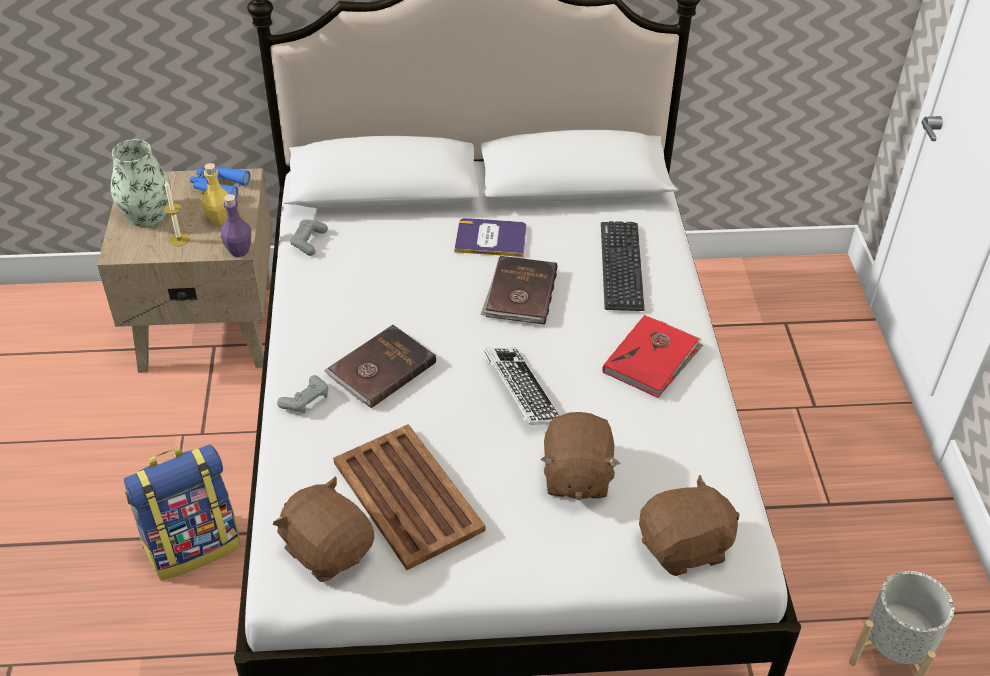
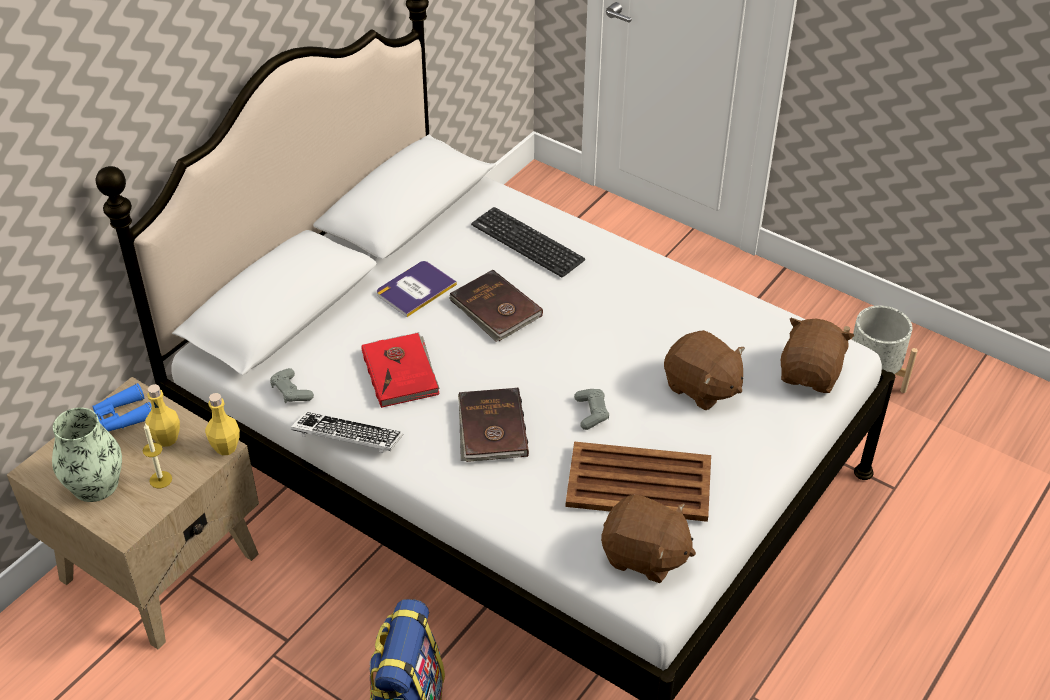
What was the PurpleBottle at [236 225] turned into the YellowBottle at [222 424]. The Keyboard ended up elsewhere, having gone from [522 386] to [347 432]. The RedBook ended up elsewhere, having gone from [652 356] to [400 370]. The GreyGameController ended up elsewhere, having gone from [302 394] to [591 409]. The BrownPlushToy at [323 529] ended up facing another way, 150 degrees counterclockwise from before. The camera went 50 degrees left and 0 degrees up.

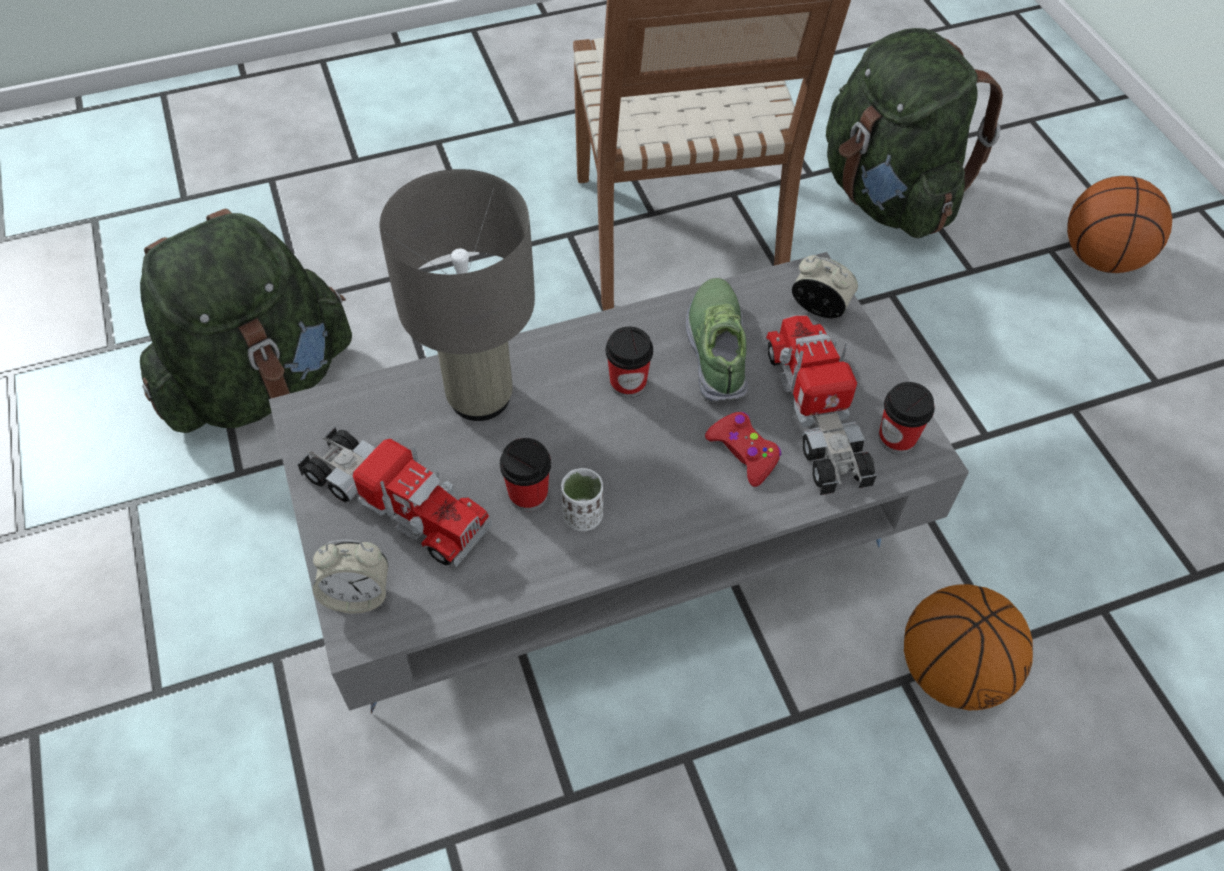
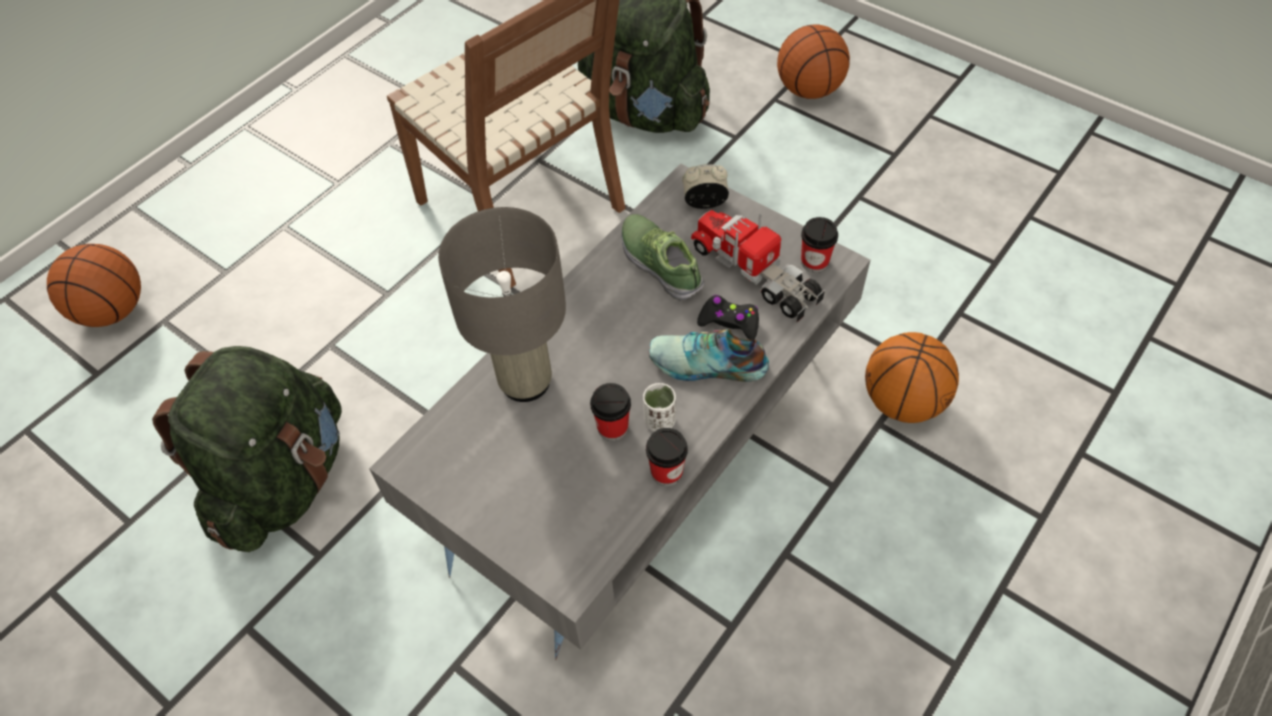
The second view gained the Basketball at [94 285]. The Cup ended up elsewhere, having gone from [629 362] to [667 457]. The second view gained the Shoe at [709 355]. What was the RedGameController at [743 449] turned into the BlackGameController at [728 317]. The second view lost the ToyTruck at [394 496]. The second view lost the AlarmClock at [350 577]. The camera went 30 degrees left and 0 degrees up.

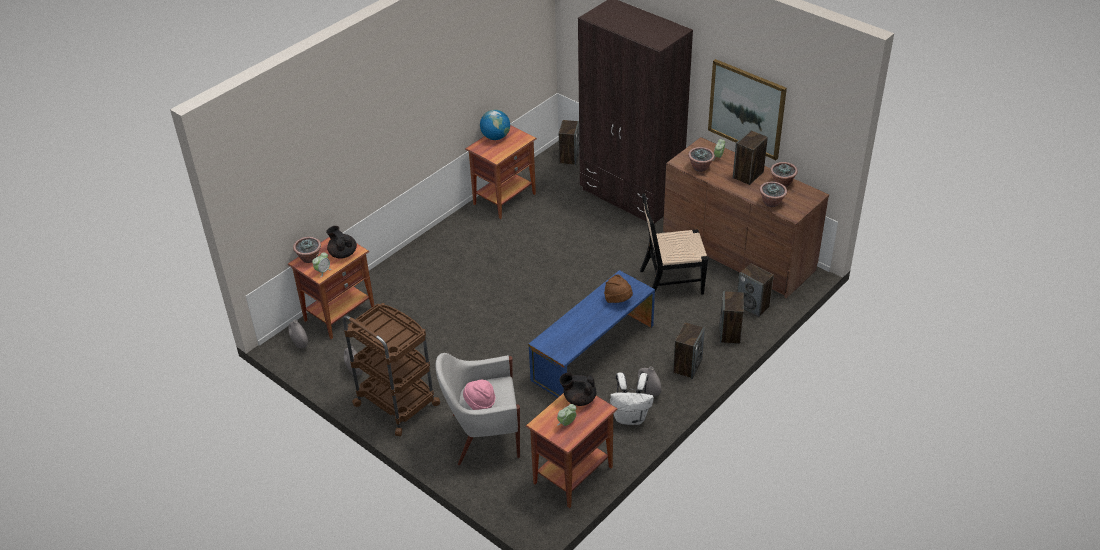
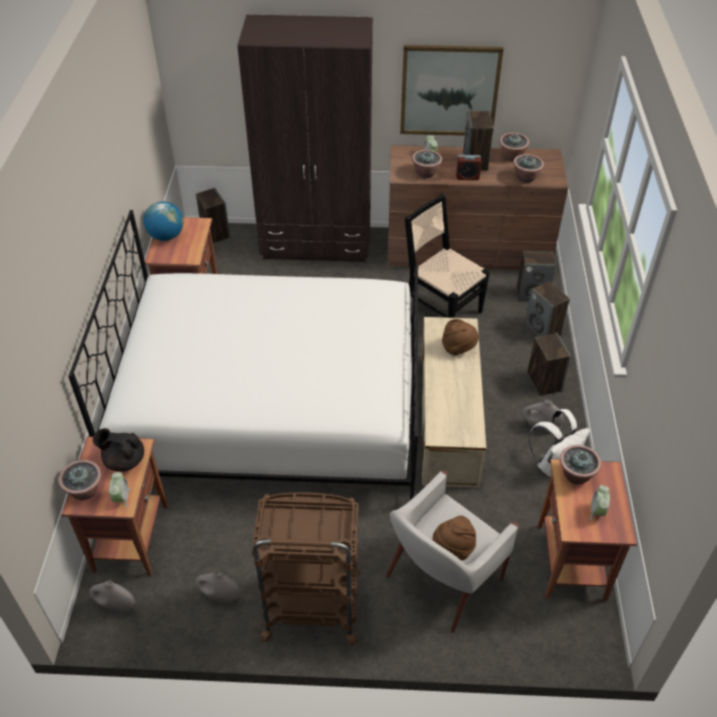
The second view gained the WhiteBed at [243 355]. The Chair at [674 244] ended up facing another way, 90 degrees clockwise from before. What was the BlueBench at [591 334] turned into the BeigeBench at [453 402]. What was the PinkHat at [479 395] turned into the BrownHat at [454 537]. The second view gained the AlarmClock at [469 167]. Where the BlackTeapot stood at [578 389], the PottedPlant came to stand at [581 465]. The camera went 40 degrees left and 5 degrees up.

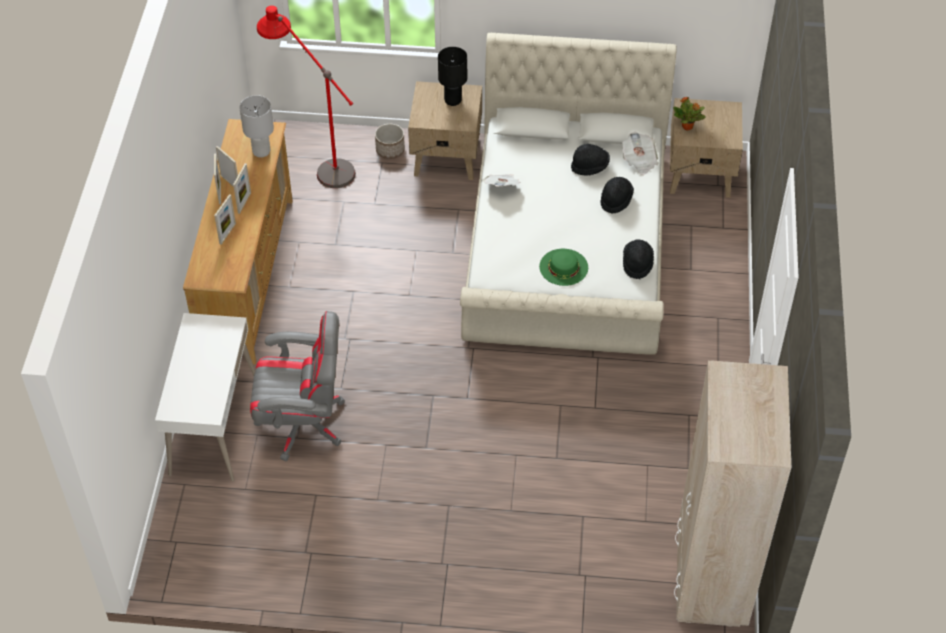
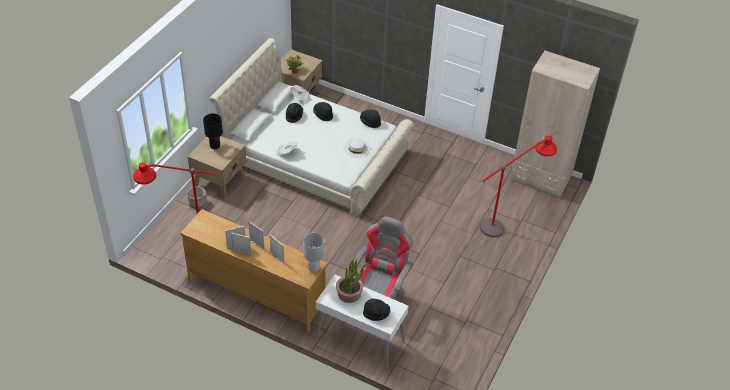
The GreyTableLamp ended up elsewhere, having gone from [256 126] to [313 252]. The second view gained the PottedPlant at [352 279]. What was the GreenHat at [563 267] turned into the WhiteHat at [357 148]. The second view gained the BlackHat at [376 310]. The second view gained the RedFloorLamp at [518 186]. The camera went 70 degrees left and 5 degrees down.

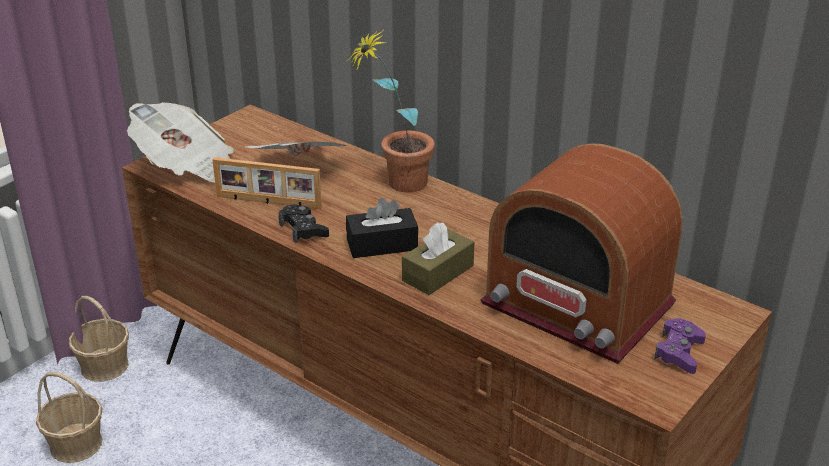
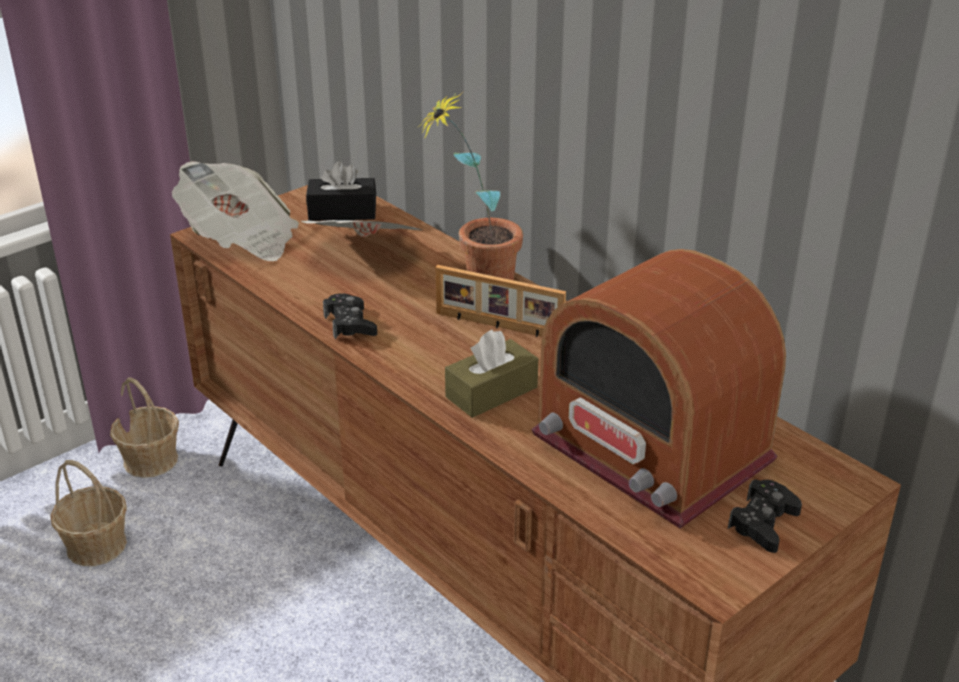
The BlackTissueBox ended up elsewhere, having gone from [382 228] to [341 191]. The PictureFrame ended up elsewhere, having gone from [267 183] to [500 301]. What was the PurpleGameController at [680 346] turned into the BlackGameController at [765 516]. The camera went 10 degrees right and 0 degrees up.

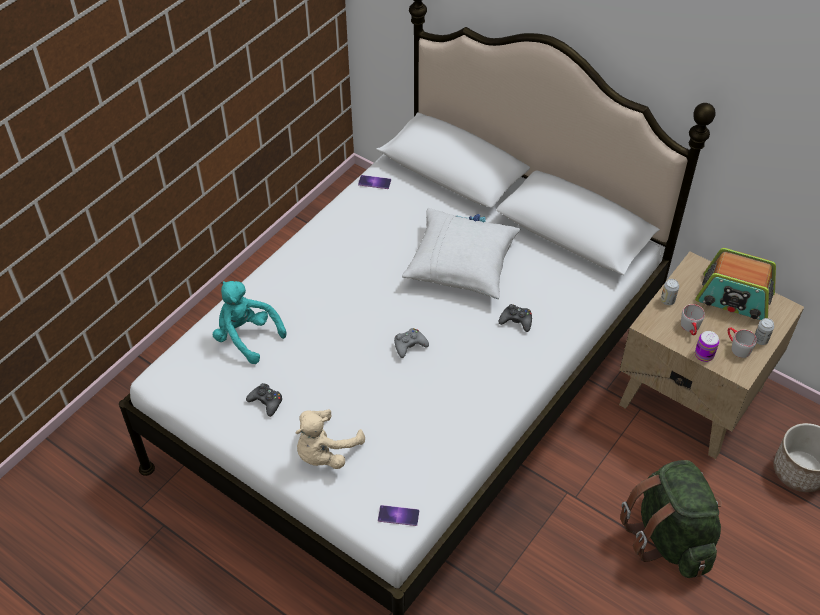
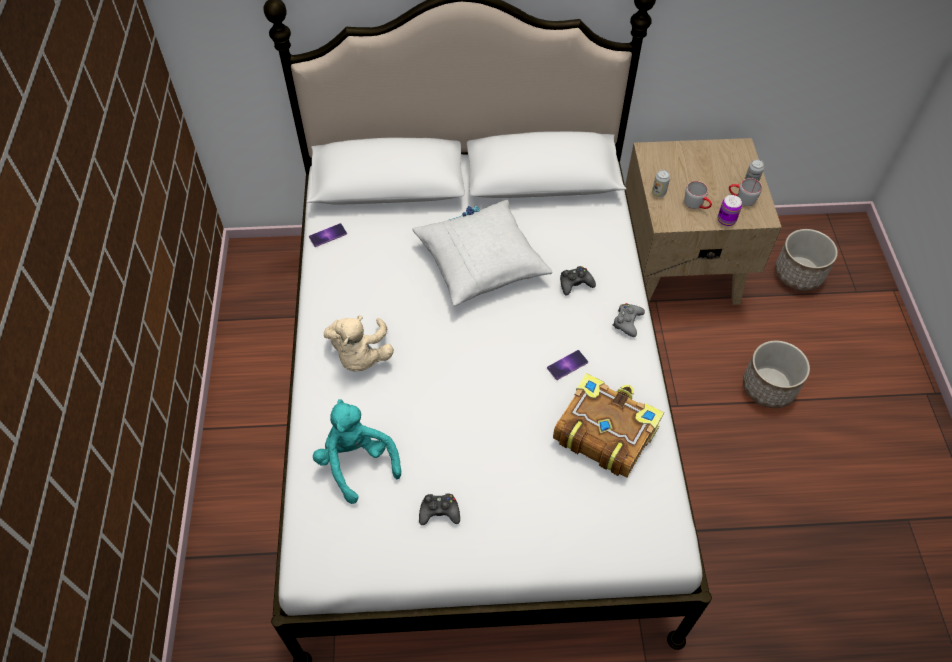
The TurquoisePlushToy at [250 322] ended up facing another way, 60 degrees clockwise from before. The BeigePlushToy ended up elsewhere, having gone from [330 439] to [359 343]. The Phone ended up elsewhere, having gone from [398 515] to [567 365]. The second view gained the Book at [608 425]. The GreyGameController ended up elsewhere, having gone from [411 343] to [628 320]. Where the GreenBackpack stood at [671 519], the Planter came to stand at [776 374]. The second view lost the Radio at [735 284]. The camera went 40 degrees left and 5 degrees up.

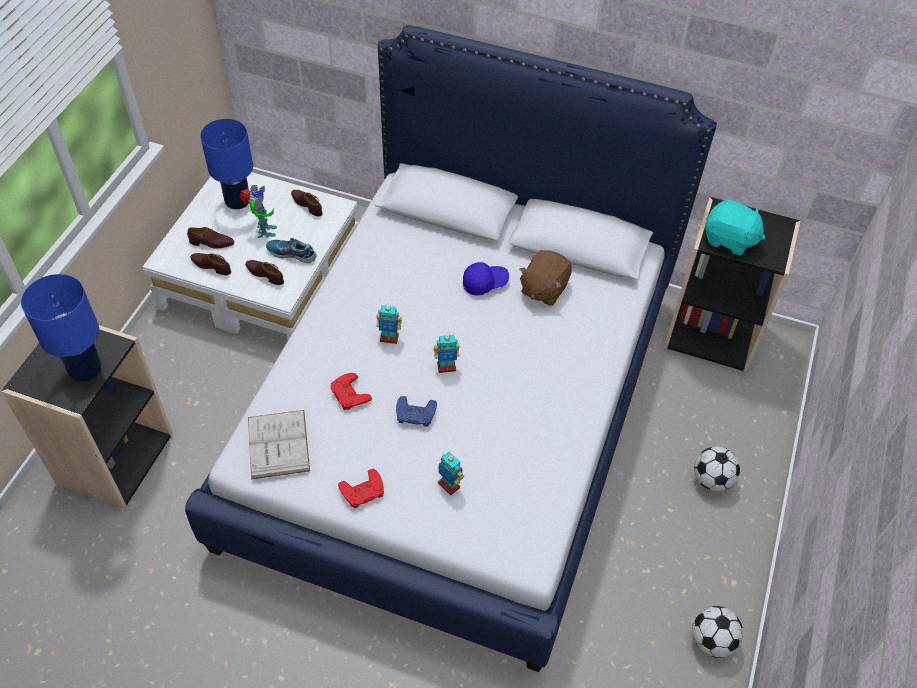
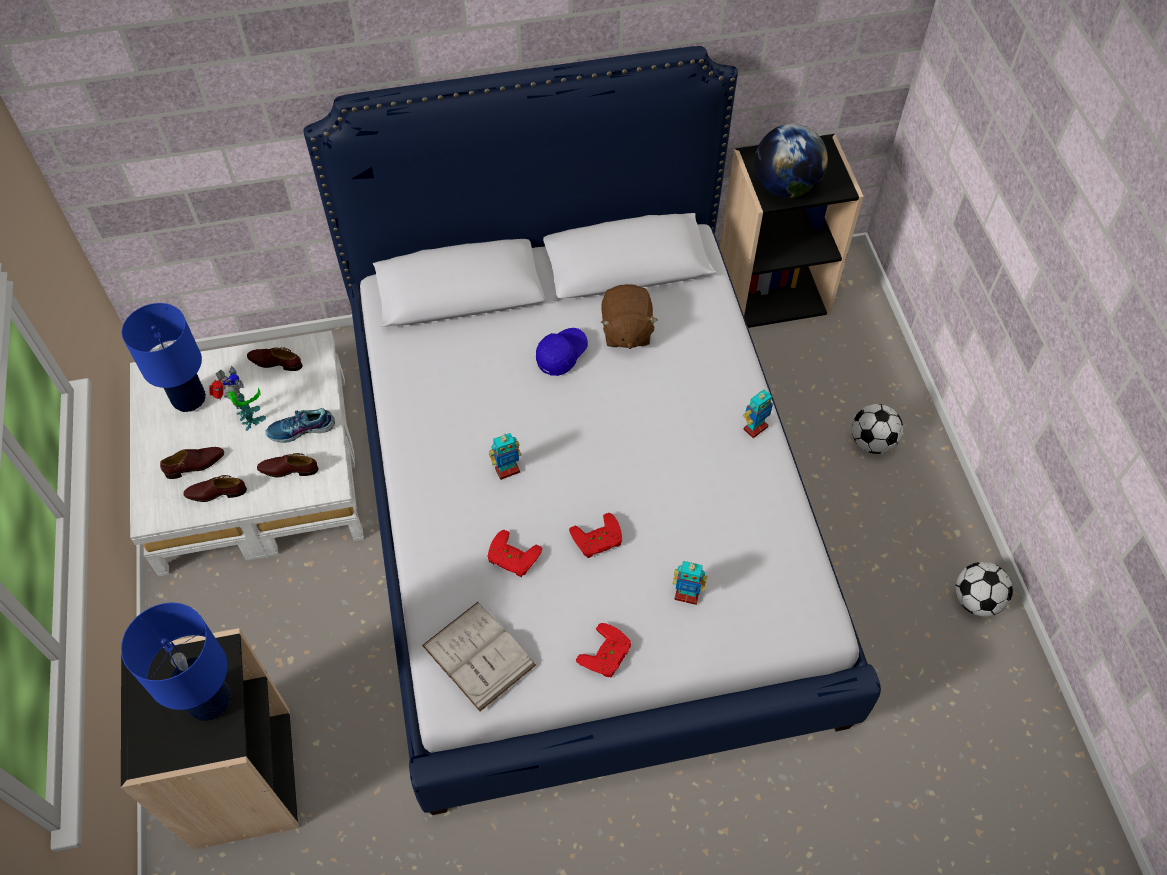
What was the BlueGameController at [416 411] turned into the RedGameController at [595 535]. The ToyRobot ended up elsewhere, having gone from [447 353] to [758 413]. Where the TurquoisePlushToy stood at [735 228], the Globe came to stand at [791 161]. The camera went 30 degrees left and 5 degrees up.

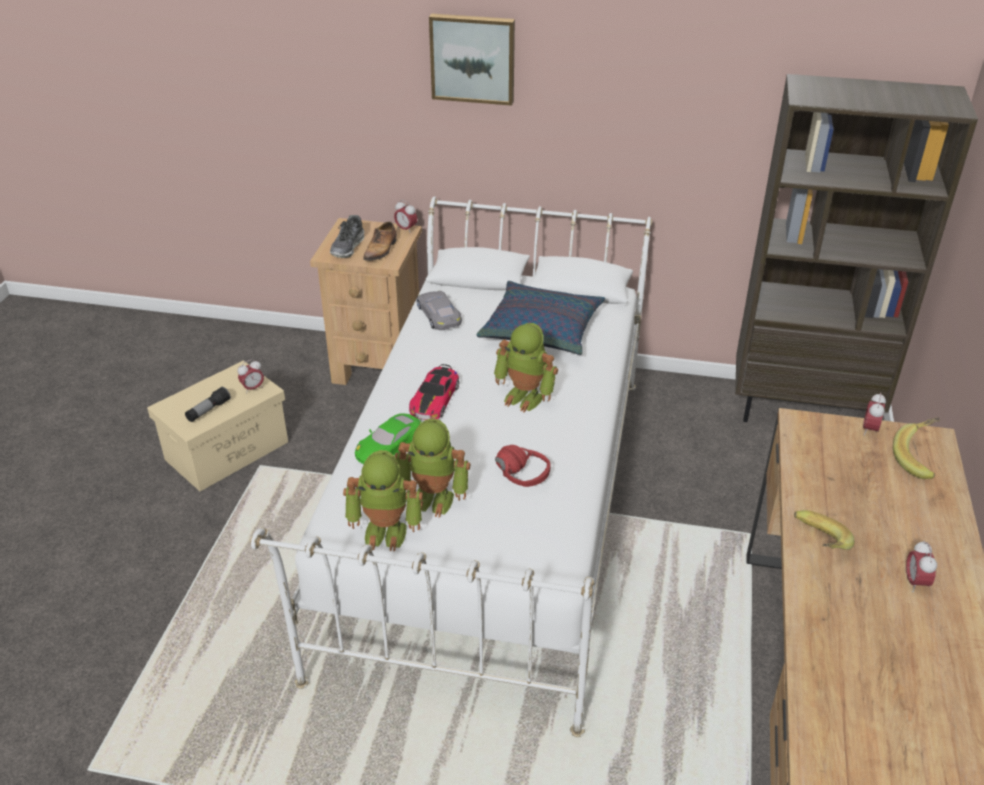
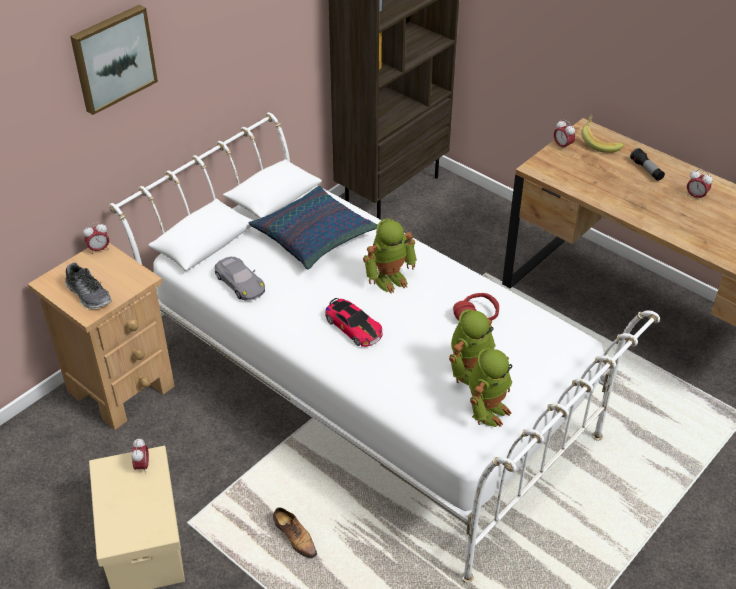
The GreyToyCar at [439 310] ended up facing another way, 135 degrees counterclockwise from before. The Shoe ended up elsewhere, having gone from [380 241] to [295 533]. The Flashlight ended up elsewhere, having gone from [208 404] to [647 164]. The second view lost the GreenToyCar at [388 438]. The second view lost the Banana at [824 530]. The camera went 60 degrees left and 5 degrees up.

